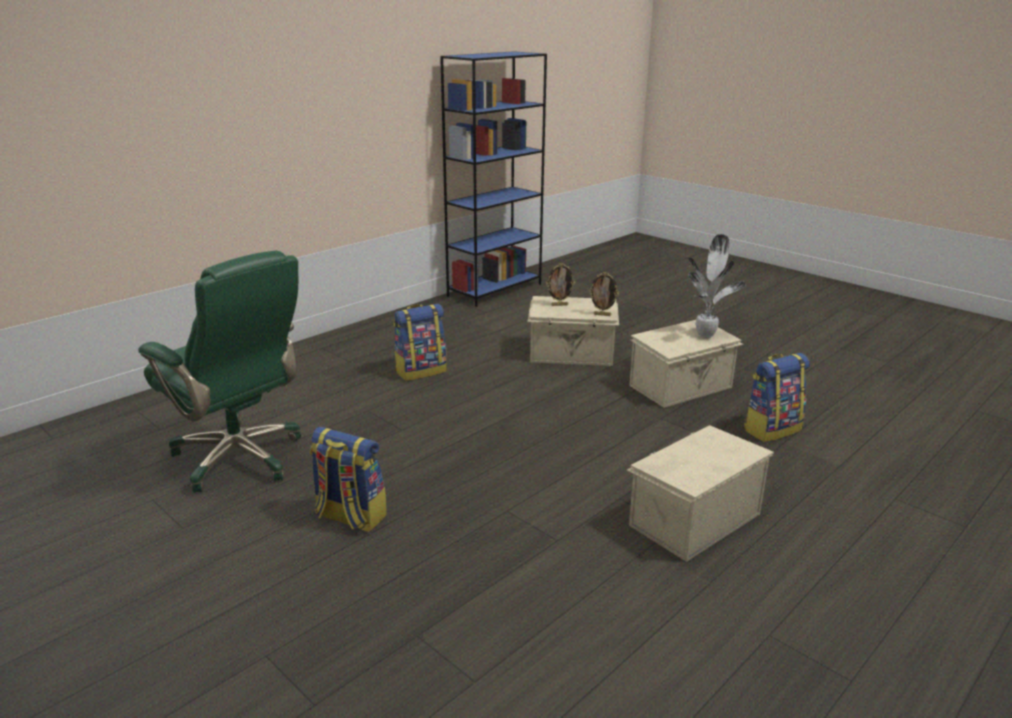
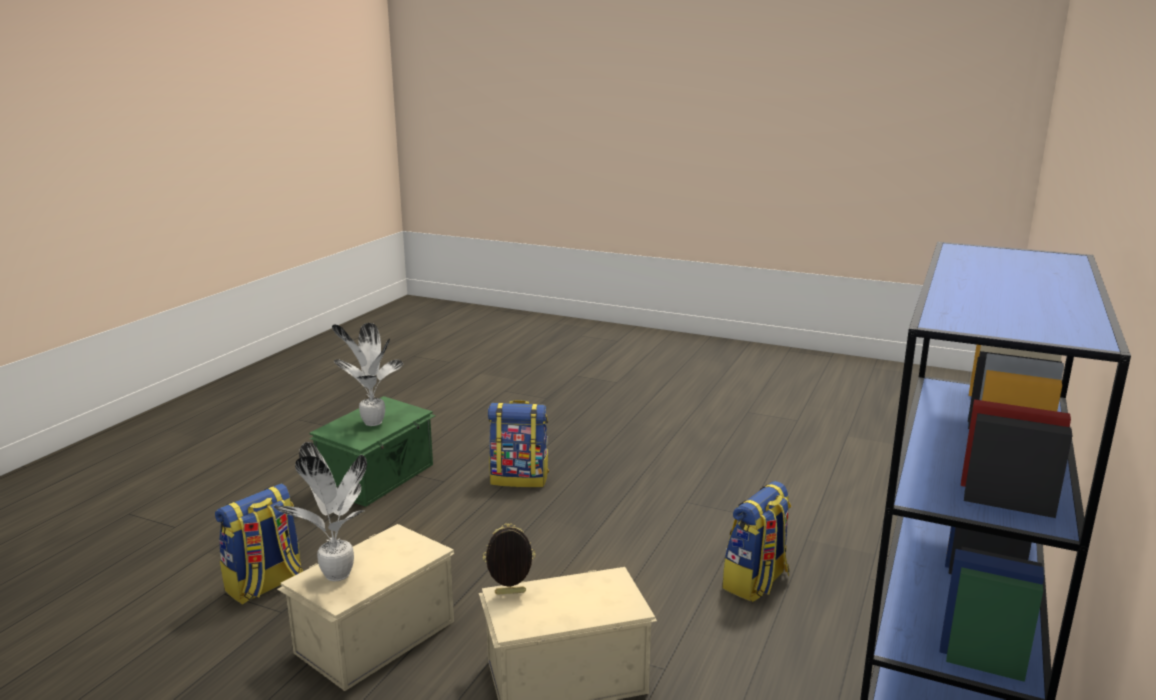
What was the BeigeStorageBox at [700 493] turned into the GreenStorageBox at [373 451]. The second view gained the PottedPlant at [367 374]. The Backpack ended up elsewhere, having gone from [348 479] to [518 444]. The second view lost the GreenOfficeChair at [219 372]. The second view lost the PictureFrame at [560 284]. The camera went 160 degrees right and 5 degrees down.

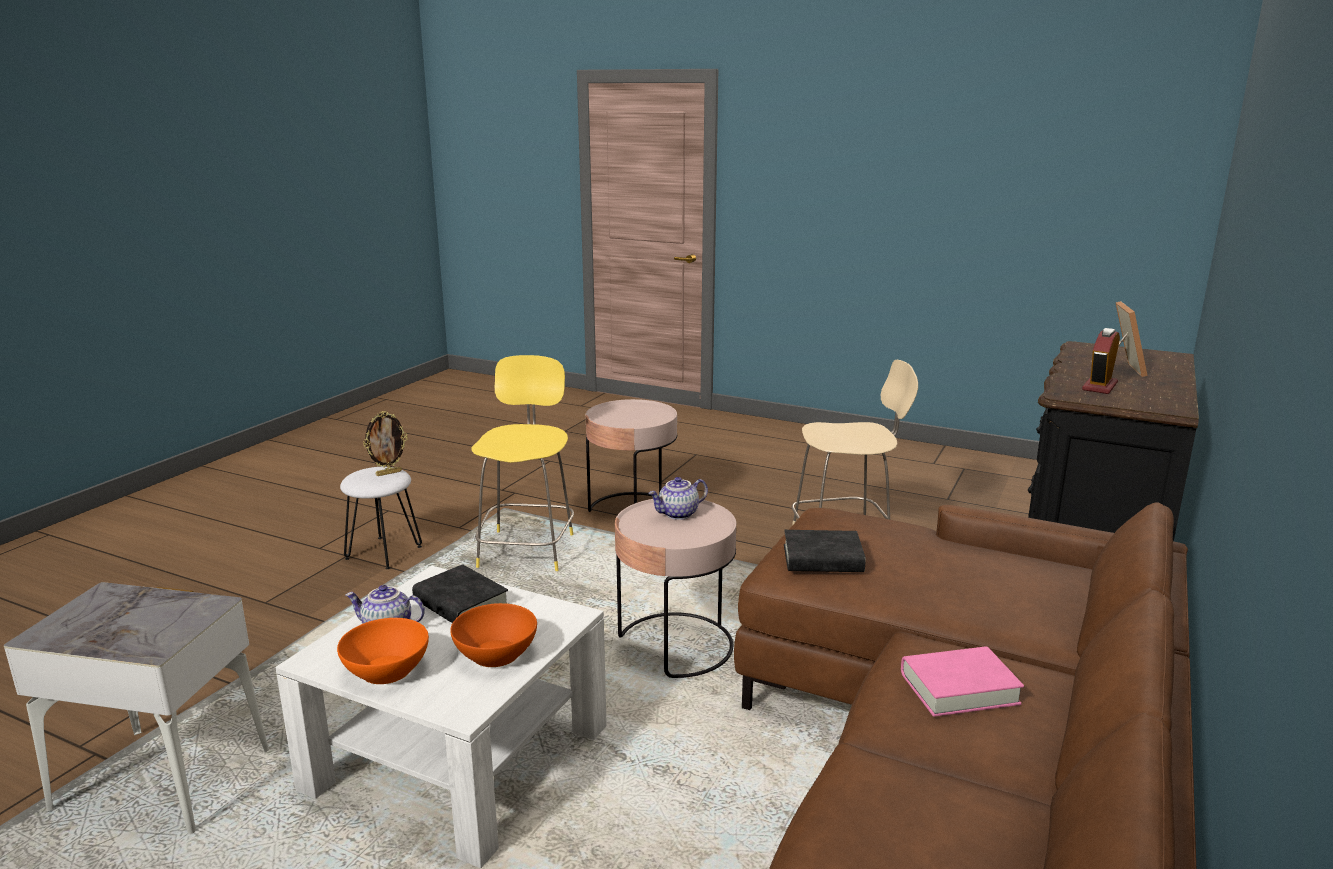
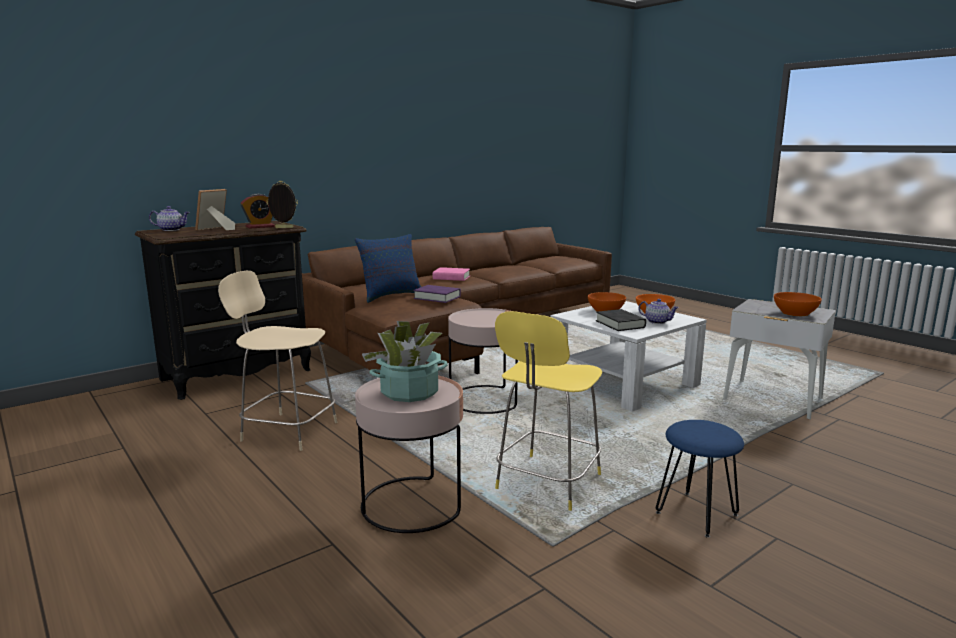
The Teapot ended up elsewhere, having gone from [678 498] to [169 218]. The PictureFrame ended up elsewhere, having gone from [385 443] to [282 204]. The second view gained the BluePillow at [388 268]. The second view gained the PottedPlant at [404 361]. What was the BlackBook at [825 551] turned into the PurpleBook at [437 294]. What was the WhiteStool at [381 518] turned into the BlueStool at [700 479]. The second view gained the OrangeBowl at [798 304]. The camera went 155 degrees left and 5 degrees down.

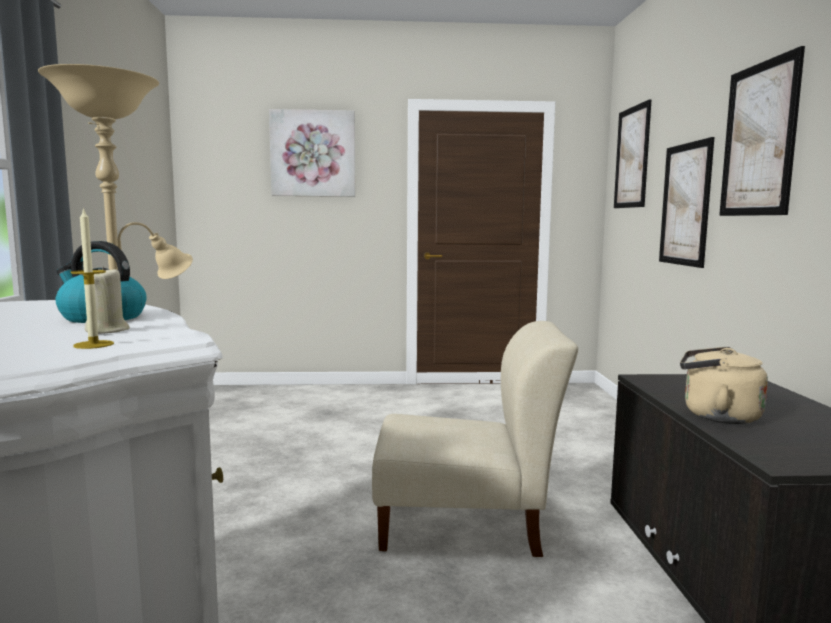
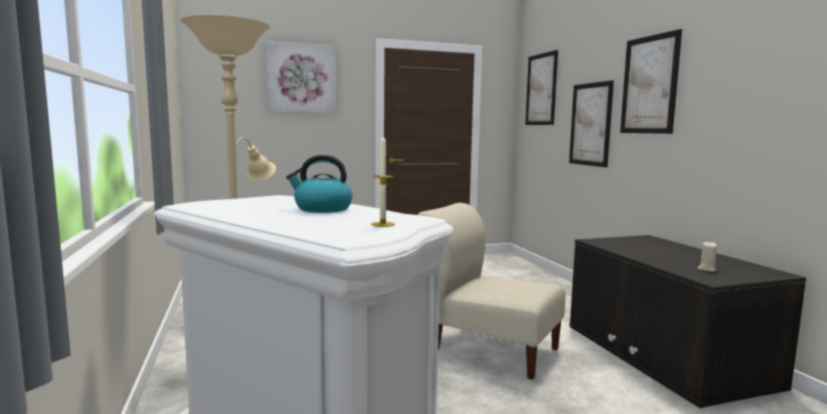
The BeigeChair at [475 439] ended up facing another way, 135 degrees counterclockwise from before. The BeigeCandle ended up elsewhere, having gone from [107 300] to [707 257]. The second view lost the BeigeKettle at [724 385]. The camera went 15 degrees left and 0 degrees up.

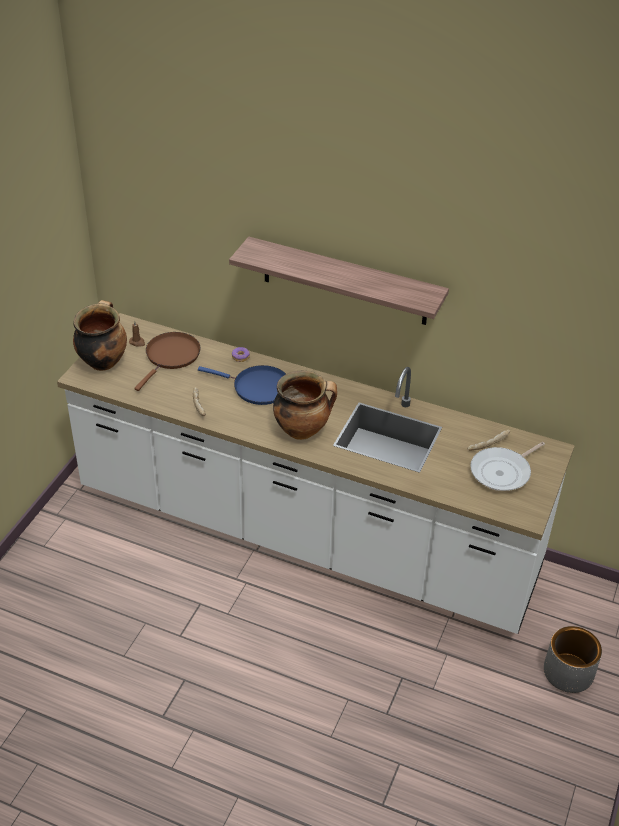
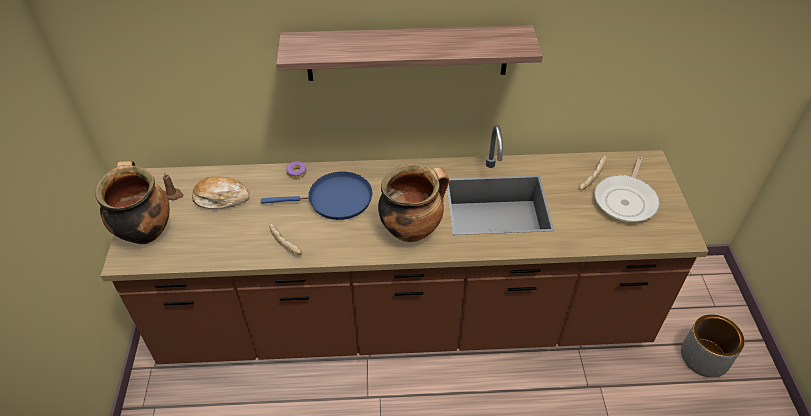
What was the WhiteCounter at [316 473] turned into the BrownCounter at [405 244]. Where the BrownFryingPan stood at [167 361], the Bread came to stand at [221 192]. The camera went 25 degrees left and 5 degrees up.

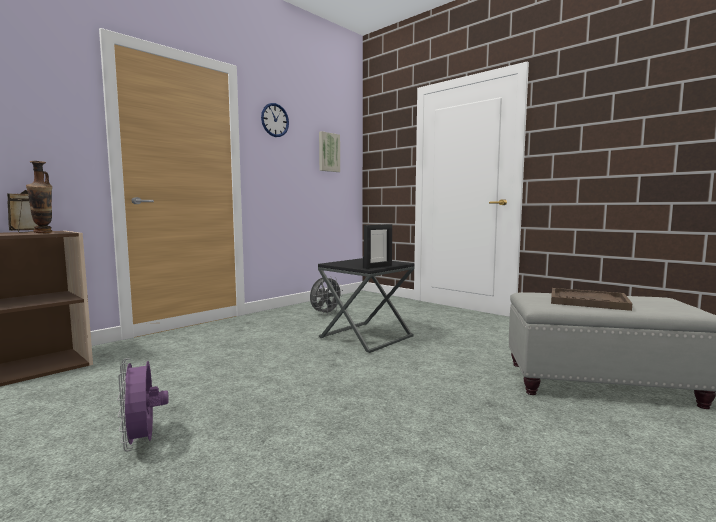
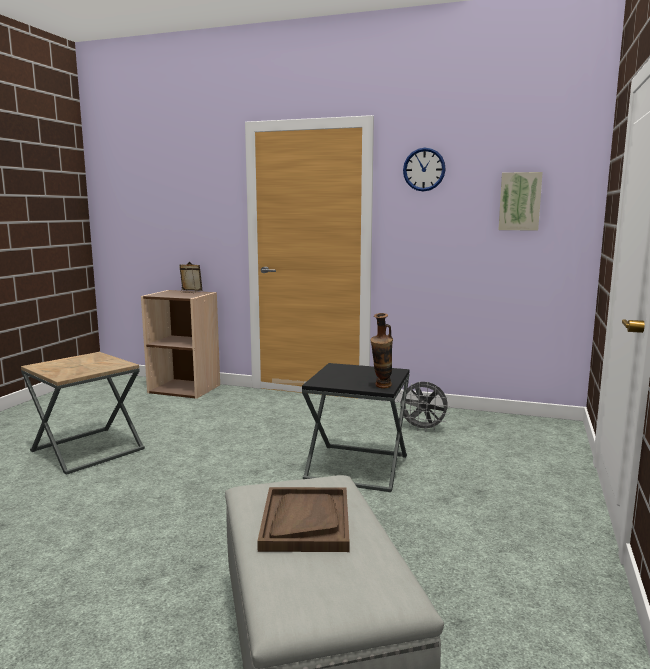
Where the PurpleFan stood at [143 404], the BrownSideTable came to stand at [83 413]. The Vase ended up elsewhere, having gone from [39 197] to [381 350]. The second view lost the PictureFrame at [377 246]. The camera went 65 degrees right and 5 degrees up.

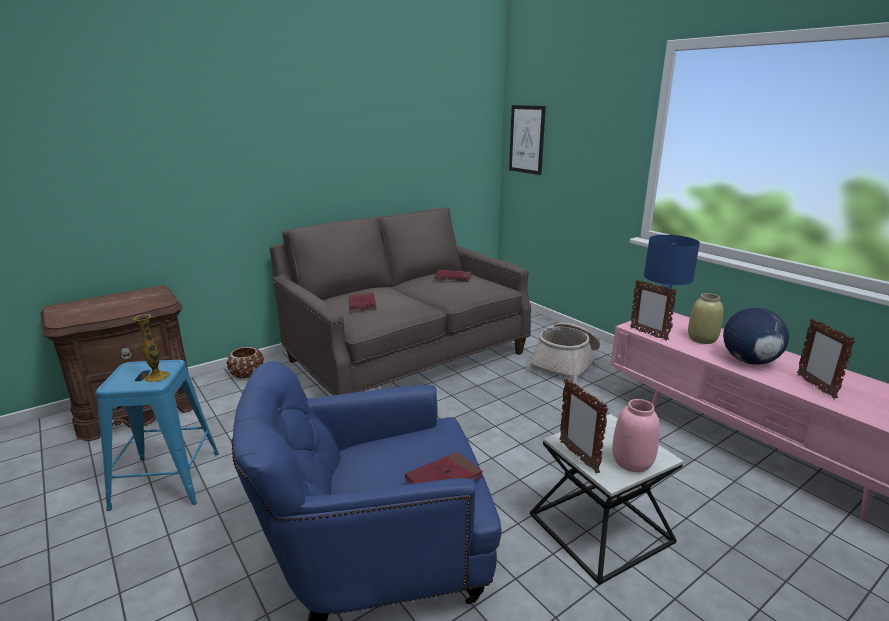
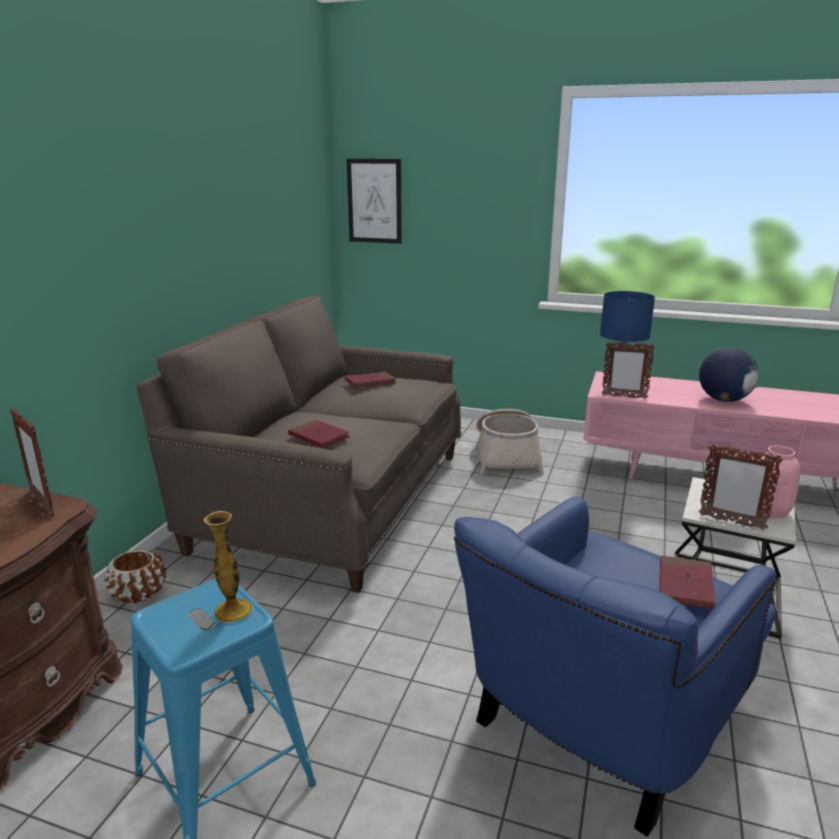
The PictureFrame ended up elsewhere, having gone from [826 358] to [32 462]. The second view lost the BeigeVase at [705 318]. The camera went 35 degrees left and 0 degrees up.

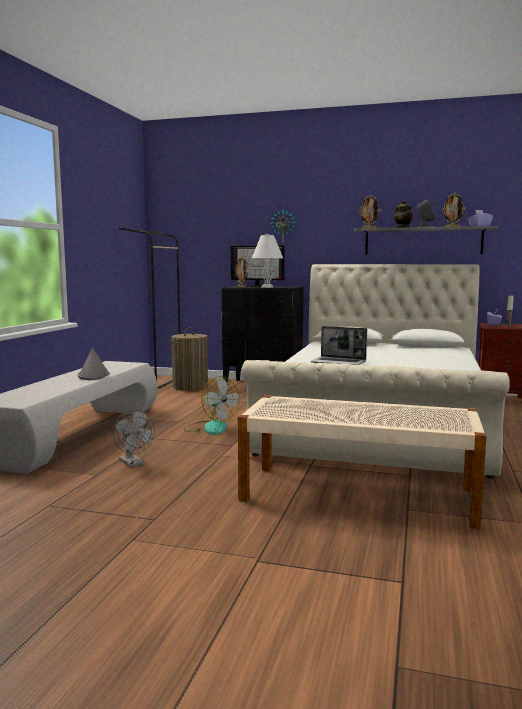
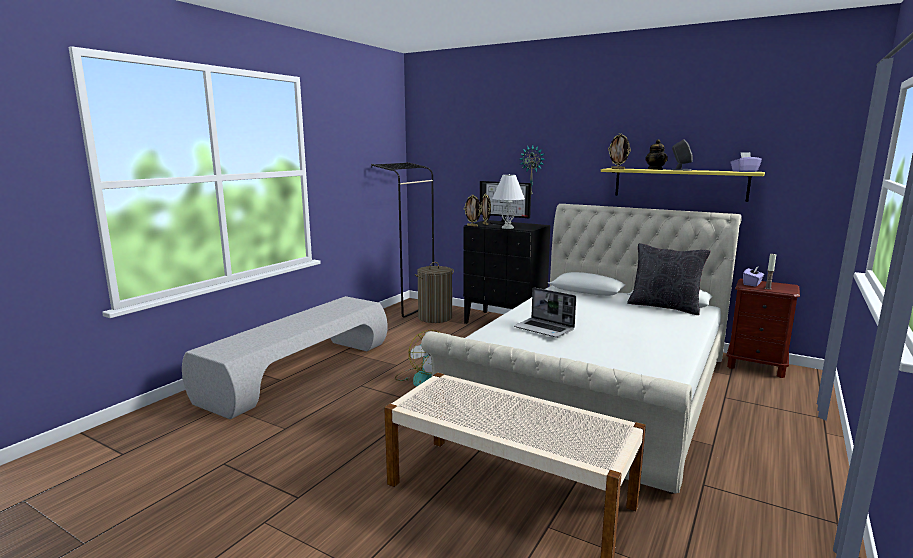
The PictureFrame ended up elsewhere, having gone from [453 210] to [473 211]. What was the GreyShelf at [426 240] turned into the YellowShelf at [683 185]. The second view gained the BlackPillow at [669 279]. The second view lost the GreyHat at [93 364]. The second view lost the GreyFan at [134 438]. The camera went 15 degrees right and 5 degrees up.

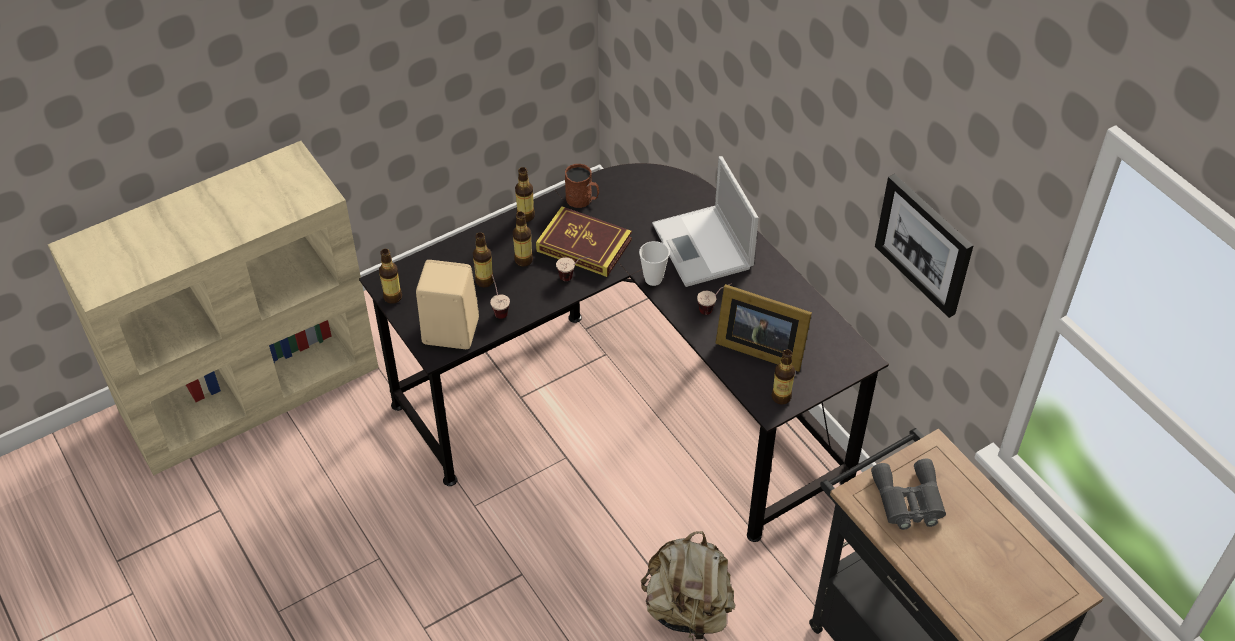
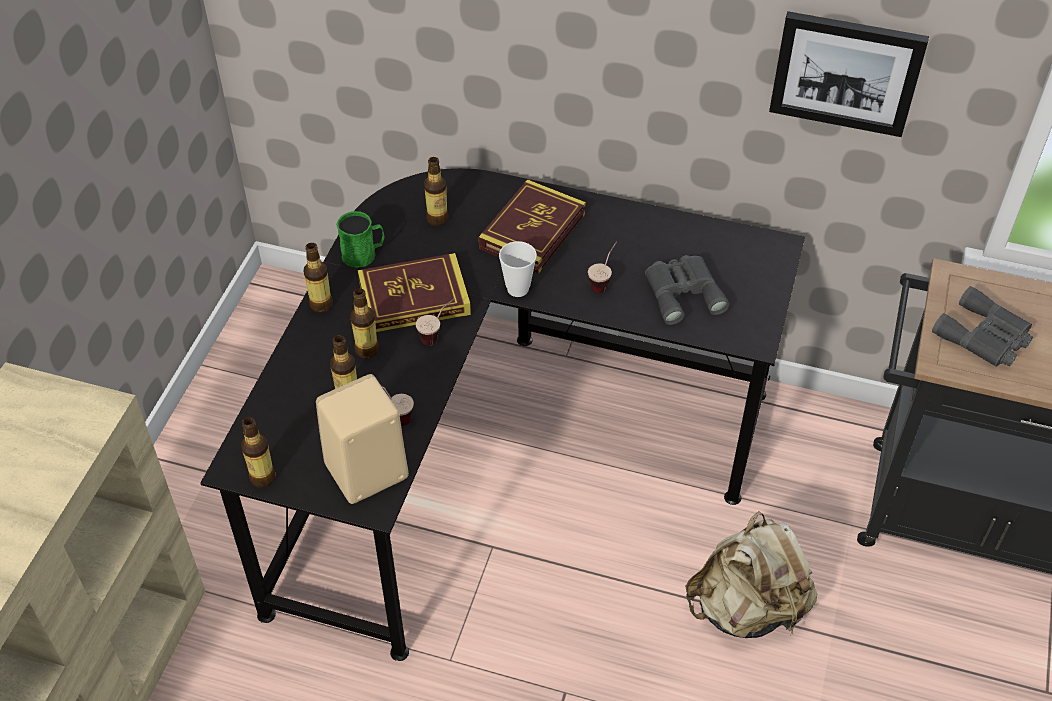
What was the BrownMug at [582 186] turned into the GreenMug at [360 239]. The Bottle ended up elsewhere, having gone from [783 377] to [436 191]. Where the Laptop stood at [705 221], the Book came to stand at [532 226]. Where the PictureFrame stood at [763 328], the GreyBinoculars came to stand at [687 290]. The camera went 40 degrees left and 0 degrees up.

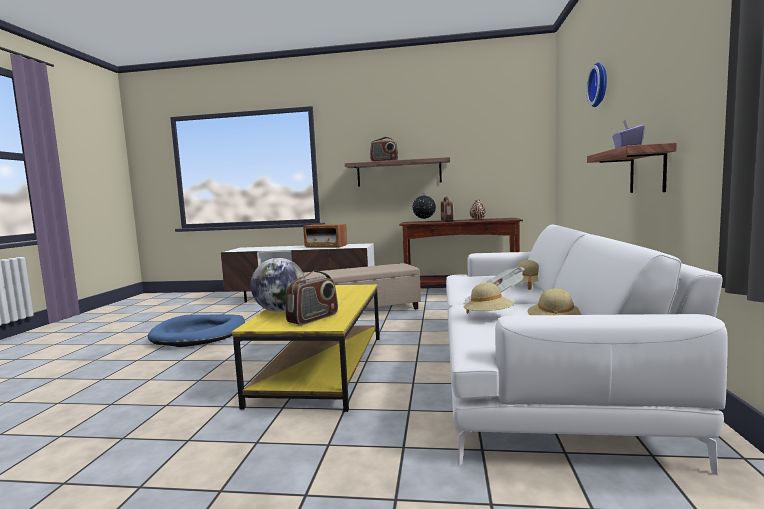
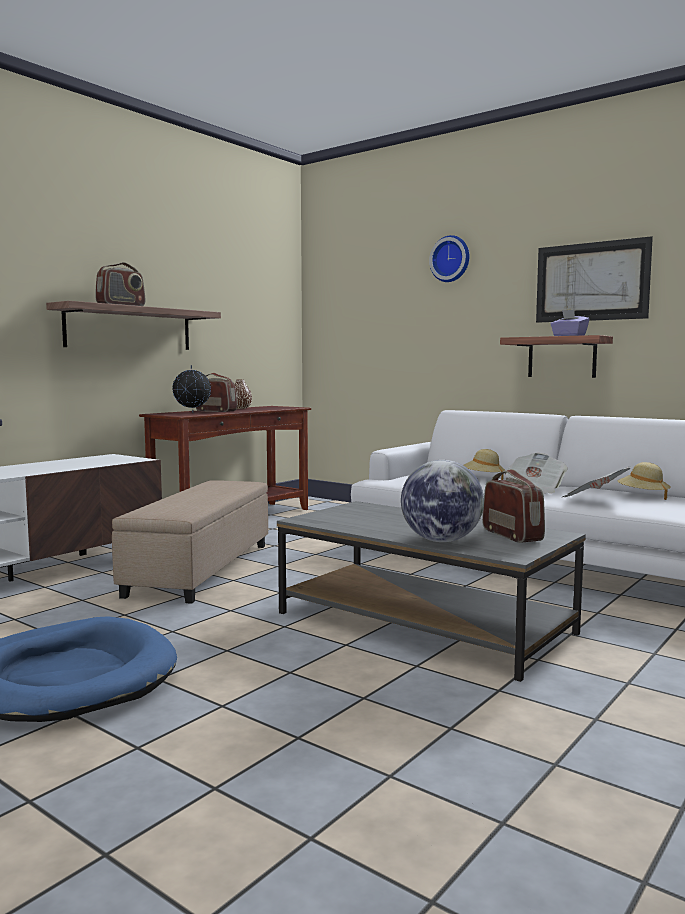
What was the YellowCoffeeTable at [306 348] turned into the GreyCoffeeTable at [431 591]. The second view gained the Picture at [594 279]. Where the BeigeHat stood at [489 298], the Newspaper came to stand at [596 482]. The second view lost the Radio at [325 235]. The camera went 60 degrees left and 0 degrees up.

